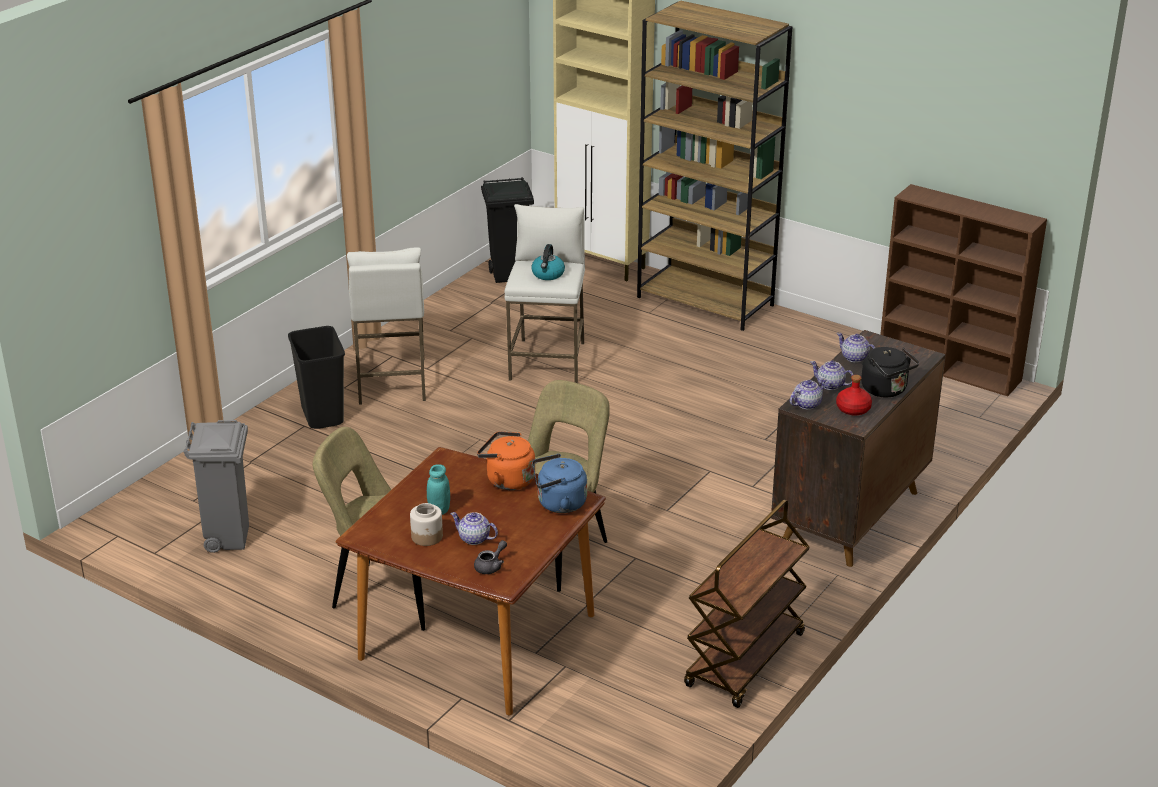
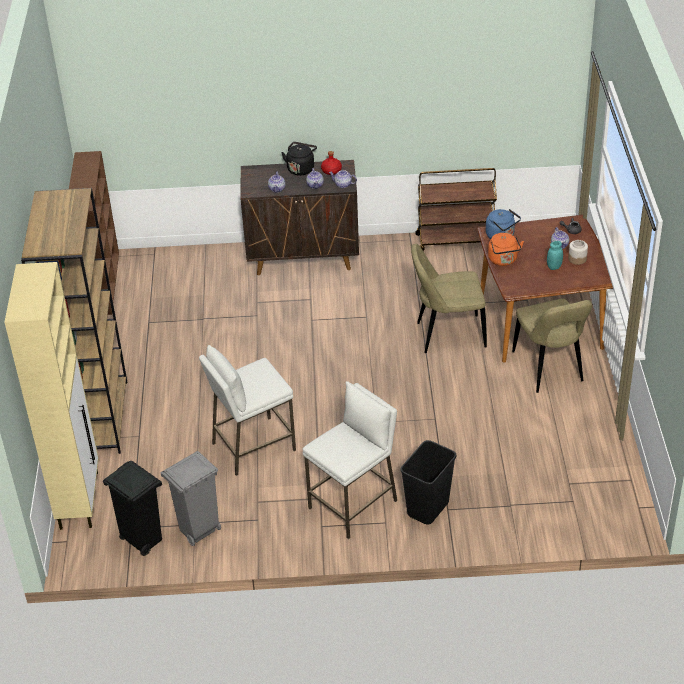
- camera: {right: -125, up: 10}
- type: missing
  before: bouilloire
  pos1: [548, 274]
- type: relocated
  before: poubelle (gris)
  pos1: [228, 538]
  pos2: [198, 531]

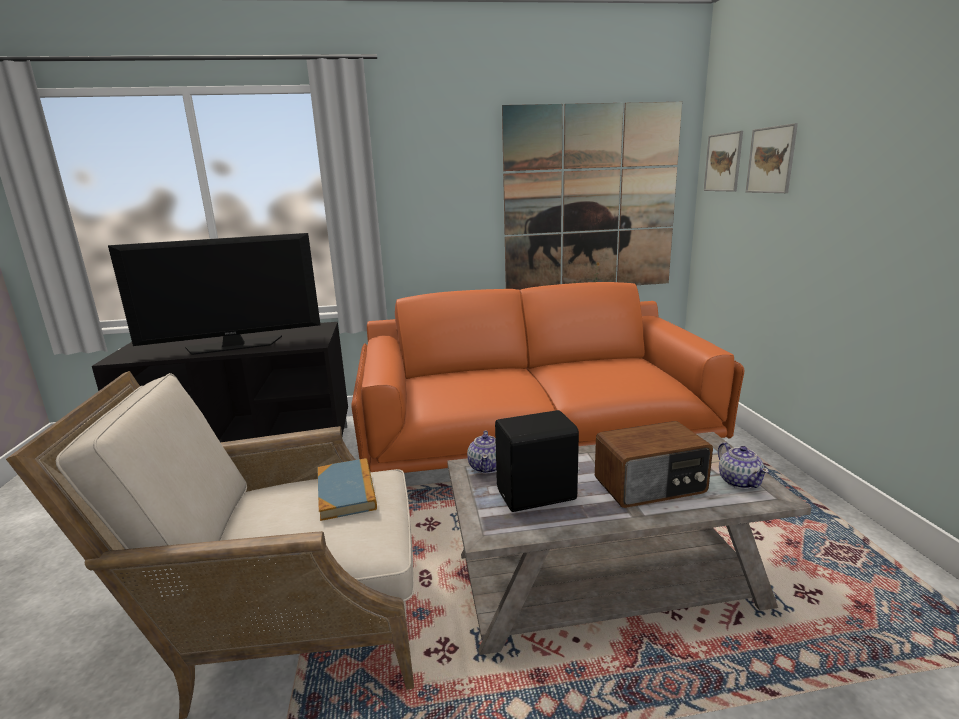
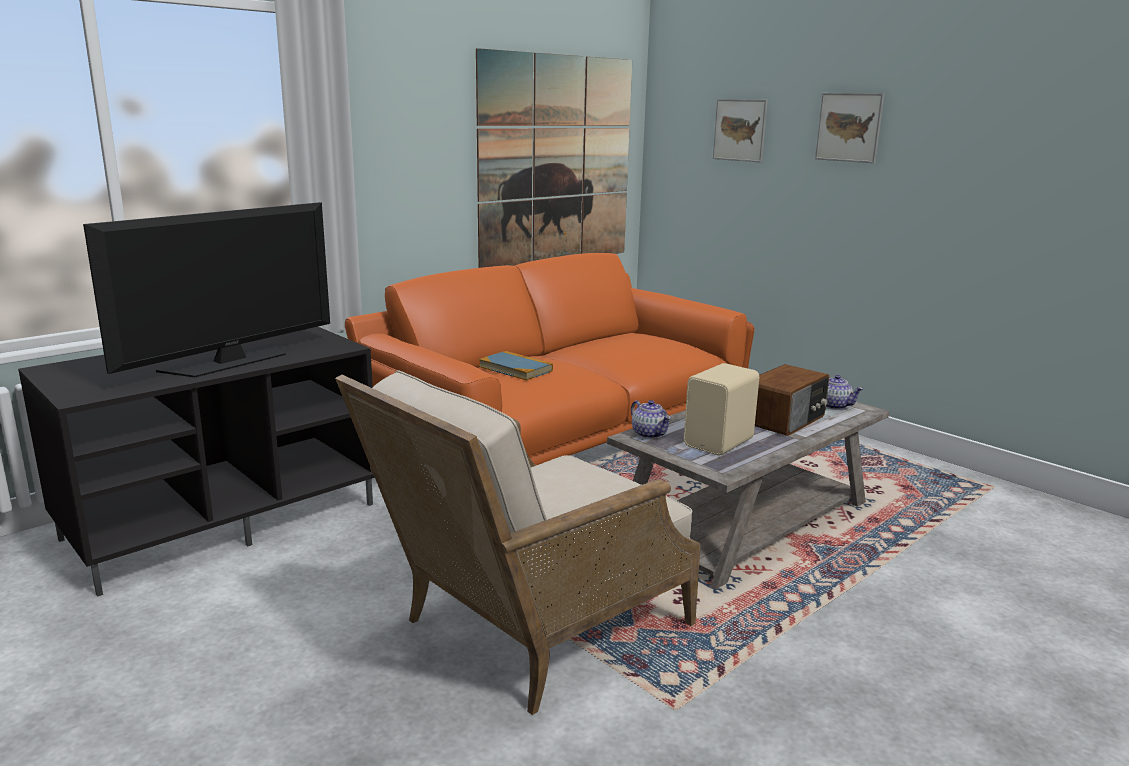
- camera: {right: -35, up: 0}
- type: relocated
  before: livre
  pos1: [346, 491]
  pos2: [515, 369]
- type: relocated
  before: tableau
  pos1: [723, 162]
  pos2: [849, 127]
- type: colour
  before: enceinte (noir)
  after: enceinte (beige)
  pos1: [538, 496]
  pos2: [721, 443]

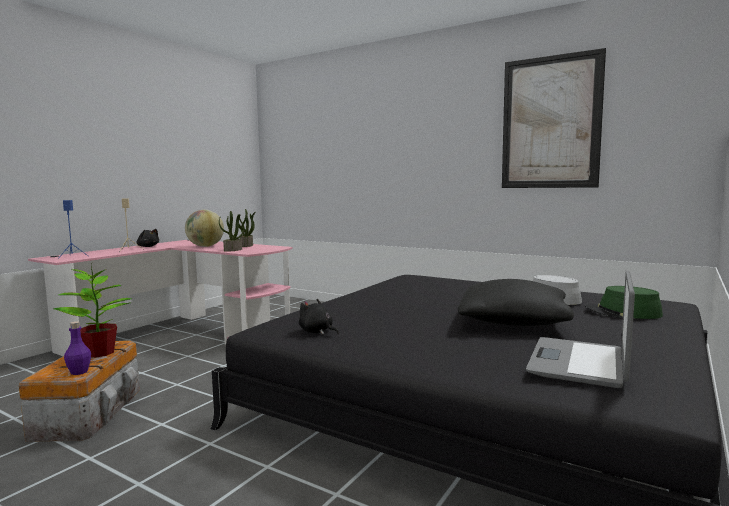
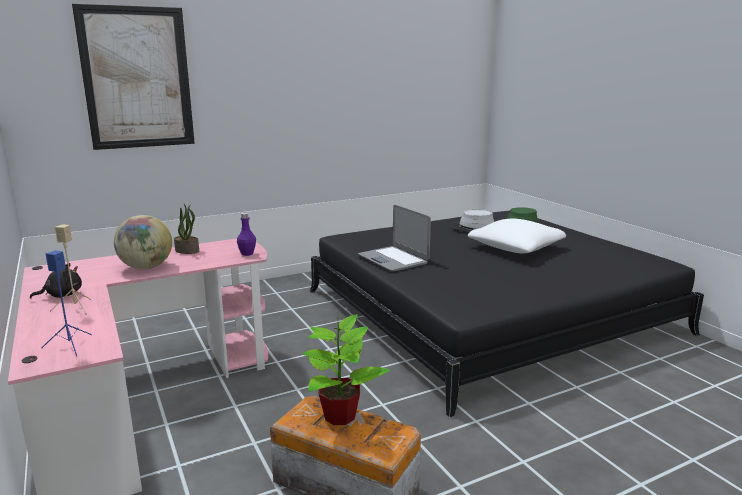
- camera: {right: -60, up: 10}
- type: missing
  before: plante en pot
  pos1: [233, 250]
- type: missing
  before: peluche (noir)
  pos1: [317, 332]
- type: relocated
  before: bouteille (violet)
  pos1: [79, 372]
  pos2: [247, 253]
- type: relocated
  before: tableau
  pos1: [550, 123]
  pos2: [137, 78]
- type: relocated
  before: ordinateur portable
  pos1: [579, 363]
  pos2: [393, 259]
- type: colour
  before: coussin (noir)
  after: coussin (blanc)
  pos1: [513, 321]
  pos2: [516, 248]

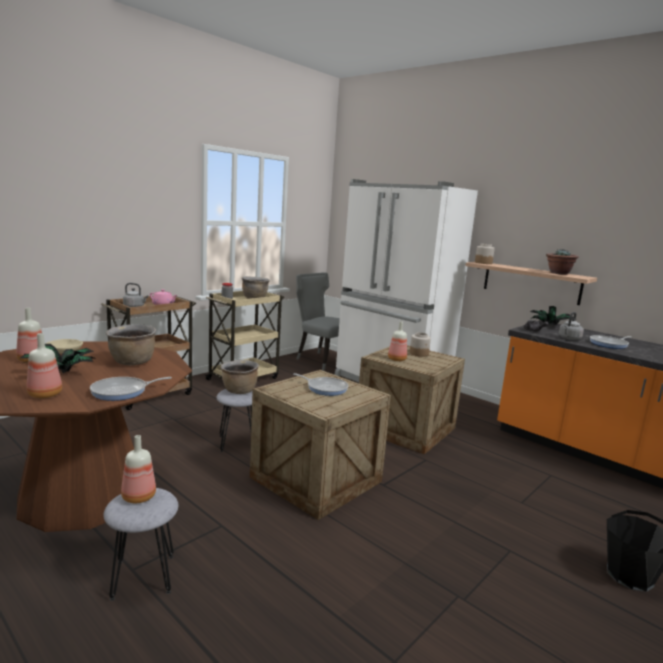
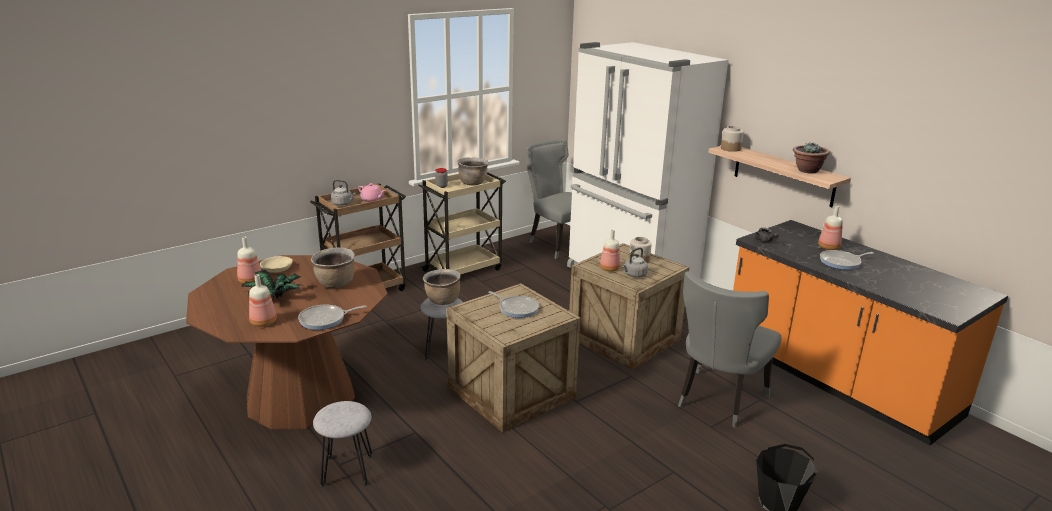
- camera: {right: 10, up: 10}
- type: missing
  before: plante en pot
  pos1: [550, 326]
- type: appeared
  after: chaise (gris)
  pos2: [718, 401]
- type: relocated
  before: bouteille
  pos1: [138, 498]
  pos2: [829, 248]
- type: relocated
  before: bouilloire (gris)
  pos1: [569, 339]
  pos2: [634, 275]

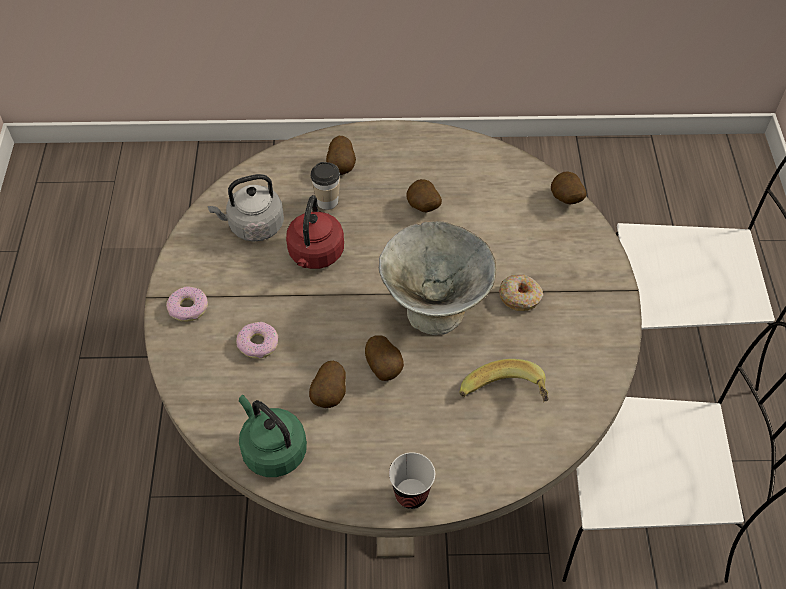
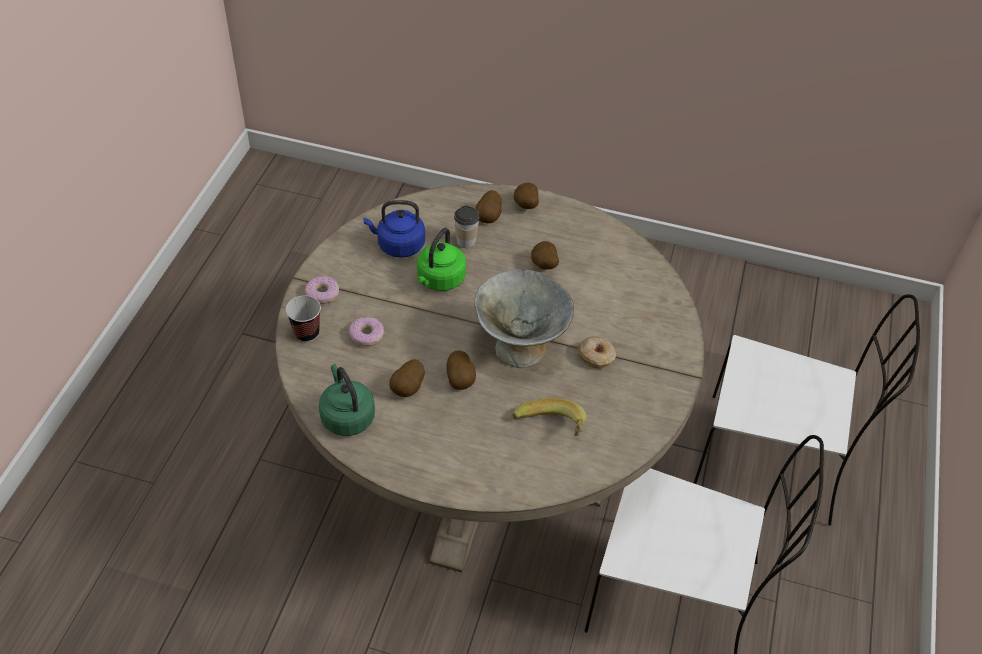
- camera: {right: 15, up: -5}
- type: relocated
  before: tasse
  pos1: [411, 494]
  pos2: [306, 333]
- type: relocated
  before: pomme de terre
  pos1: [565, 200]
  pos2: [525, 206]
- type: colour
  before: bouilloire (gris)
  after: bouilloire (bleu)
  pos1: [253, 226]
  pos2: [398, 245]
- type: colour
  before: bouilloire (rouge)
  after: bouilloire (vert)
  pos1: [315, 255]
  pos2: [439, 280]

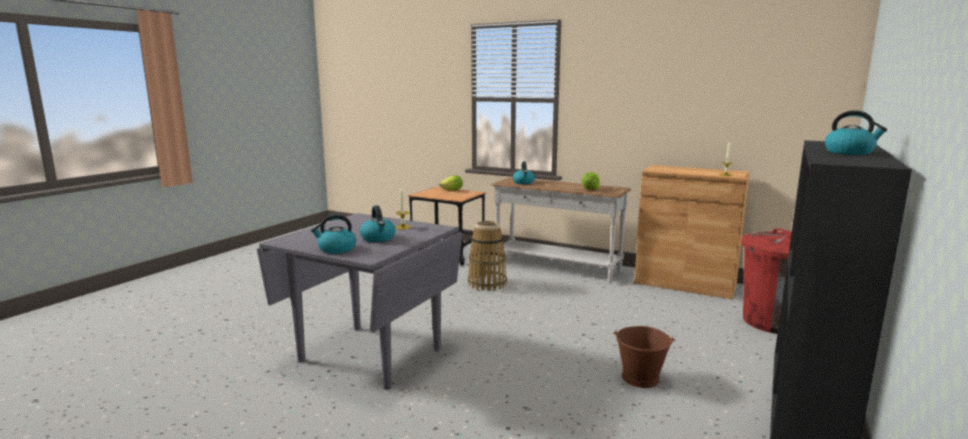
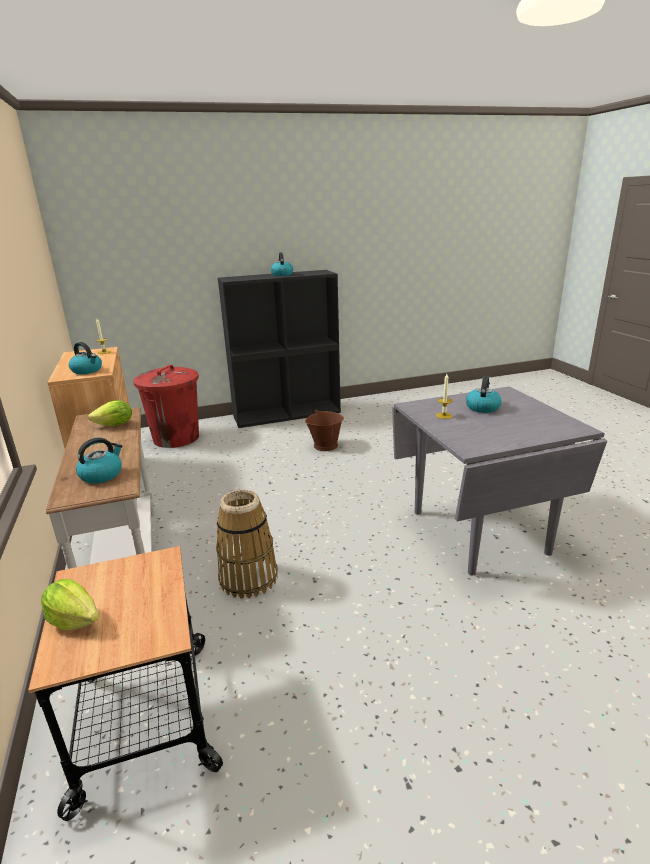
- camera: {right: -135, up: 10}
- type: relocated
  before: bouilloire
  pos1: [336, 249]
  pos2: [87, 370]

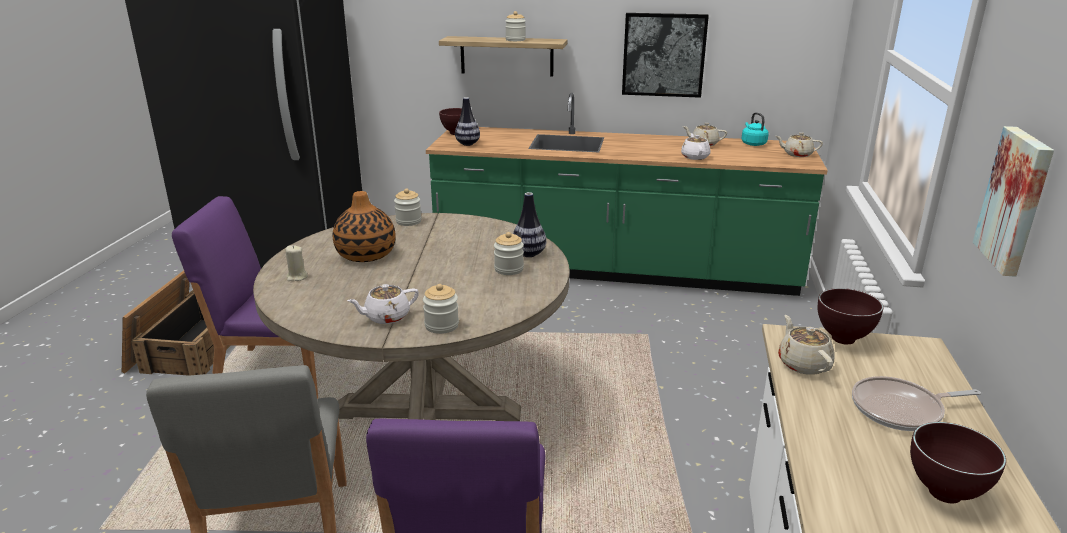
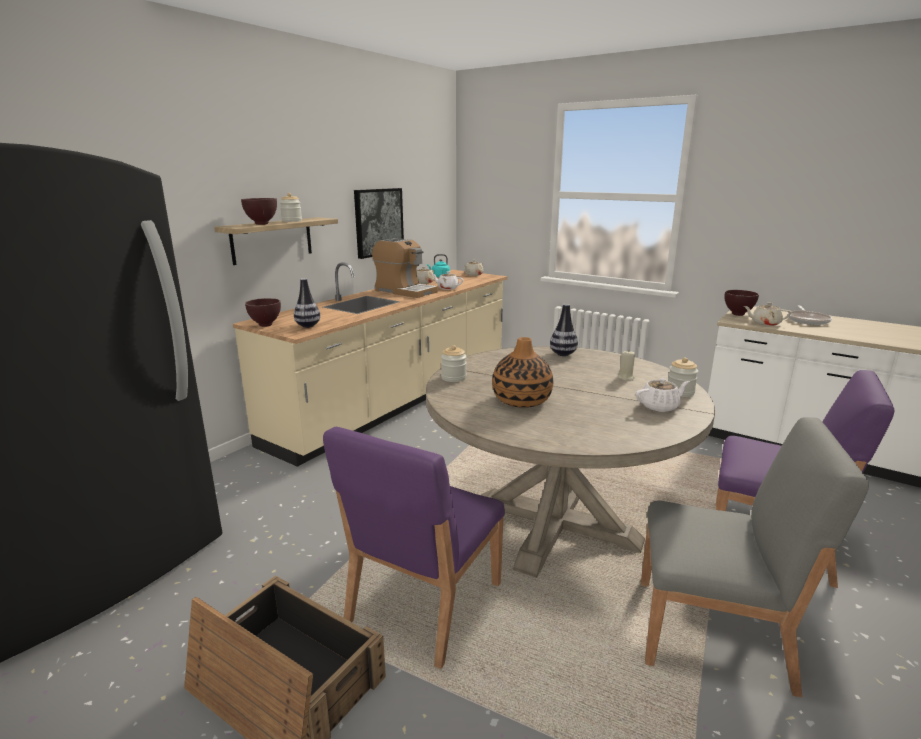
- camera: {right: -65, up: -5}
- type: missing
  before: bocal
  pos1: [509, 269]
- type: missing
  before: tableau
  pos1: [1016, 200]
- type: appeared
  after: machine à café
  pos2: [405, 291]
- type: relocated
  before: bougie (beige)
  pos1: [297, 277]
  pos2: [626, 377]
- type: relocated
  before: bol (marron)
  pos1: [946, 495]
  pos2: [262, 224]
- type: colour
  before: comptoir de cuisine (vert)
  after: comptoir de cuisine (beige)
  pos1: [615, 270]
  pos2: [398, 400]
- type: spun
  before: théière (blanc)
  pos1: [386, 317]
  pos2: [660, 407]
  turn: -105

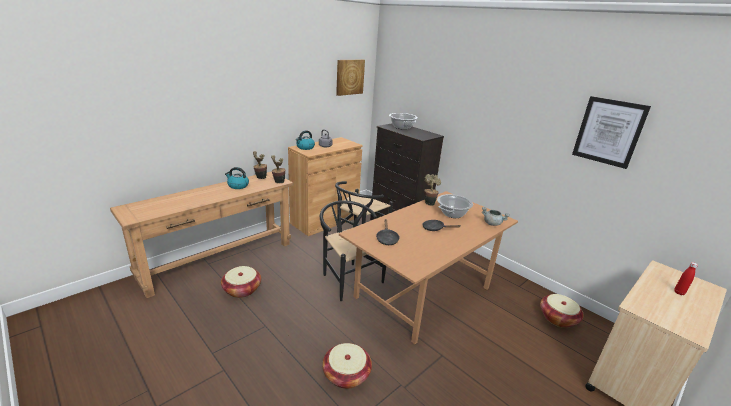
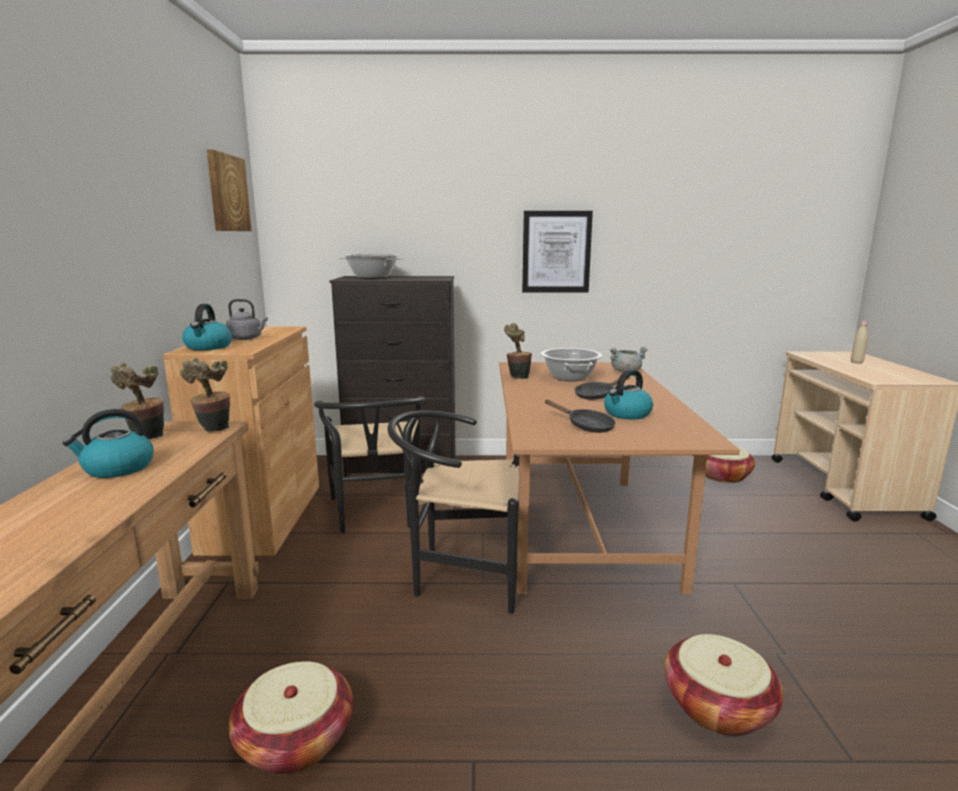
- camera: {right: -45, up: -10}
- type: appeared
  after: bouilloire
  pos2: [627, 414]
- type: relocated
  before: tableau
  pos1: [608, 132]
  pos2: [556, 252]
- type: colour
  before: bouteille (rouge)
  after: bouteille (beige)
  pos1: [679, 292]
  pos2: [856, 362]

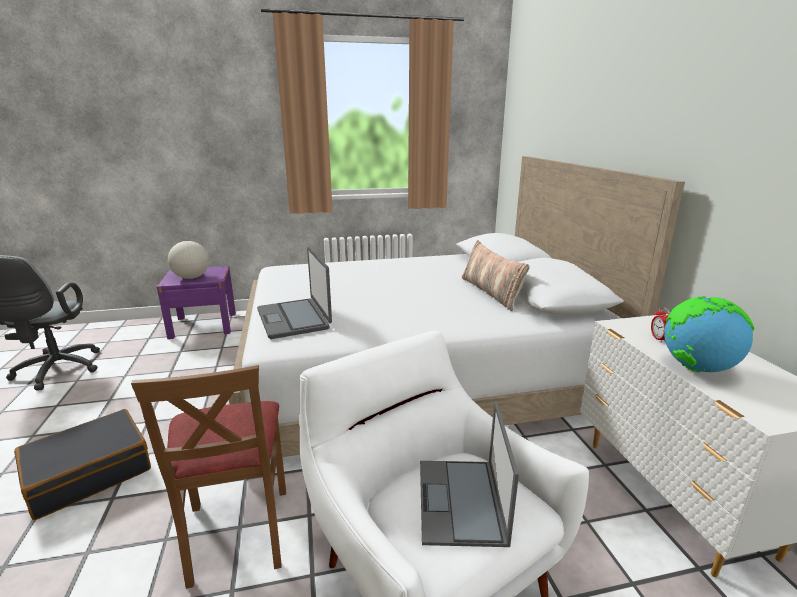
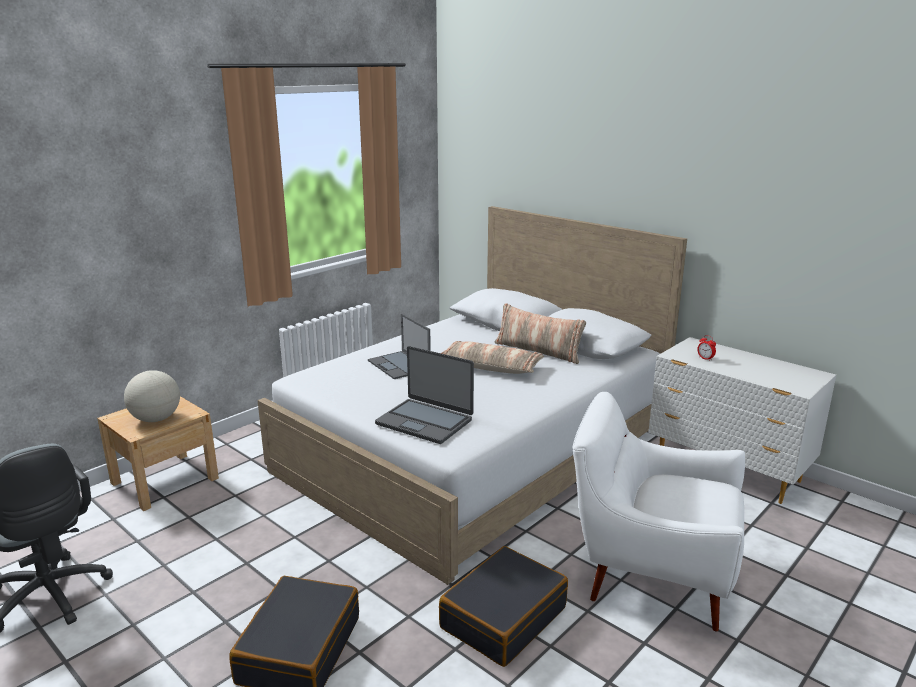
- camera: {right: -35, up: 0}
- type: missing
  before: globe
  pos1: [696, 368]
- type: appeared
  after: coussin
  pos2: [490, 367]
- type: relocated
  before: ordinateur portable
  pos1: [461, 502]
  pos2: [399, 365]
- type: exchanged
  before: chaise (marron)
  after: valise (noir)
  pos1: [237, 533]
  pos2: [503, 617]
- type: colour
  before: table de chevet (violet)
  after: table de chevet (beige)
  pos1: [203, 325]
  pos2: [165, 480]

